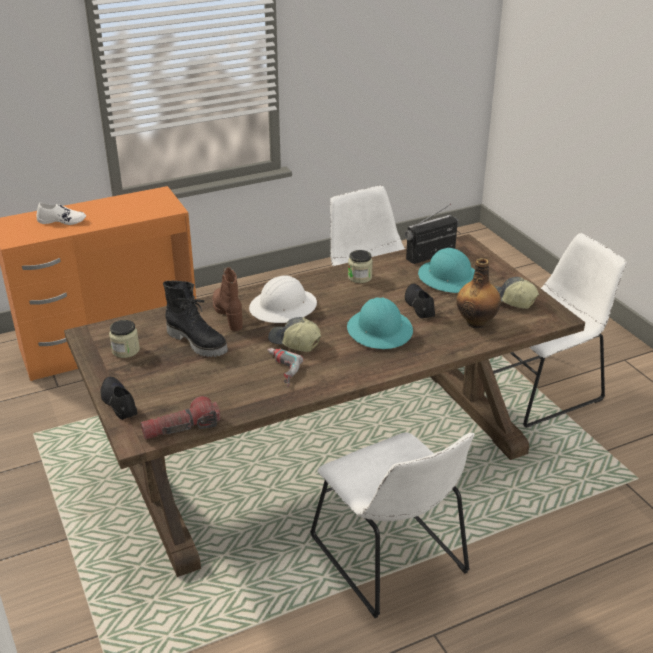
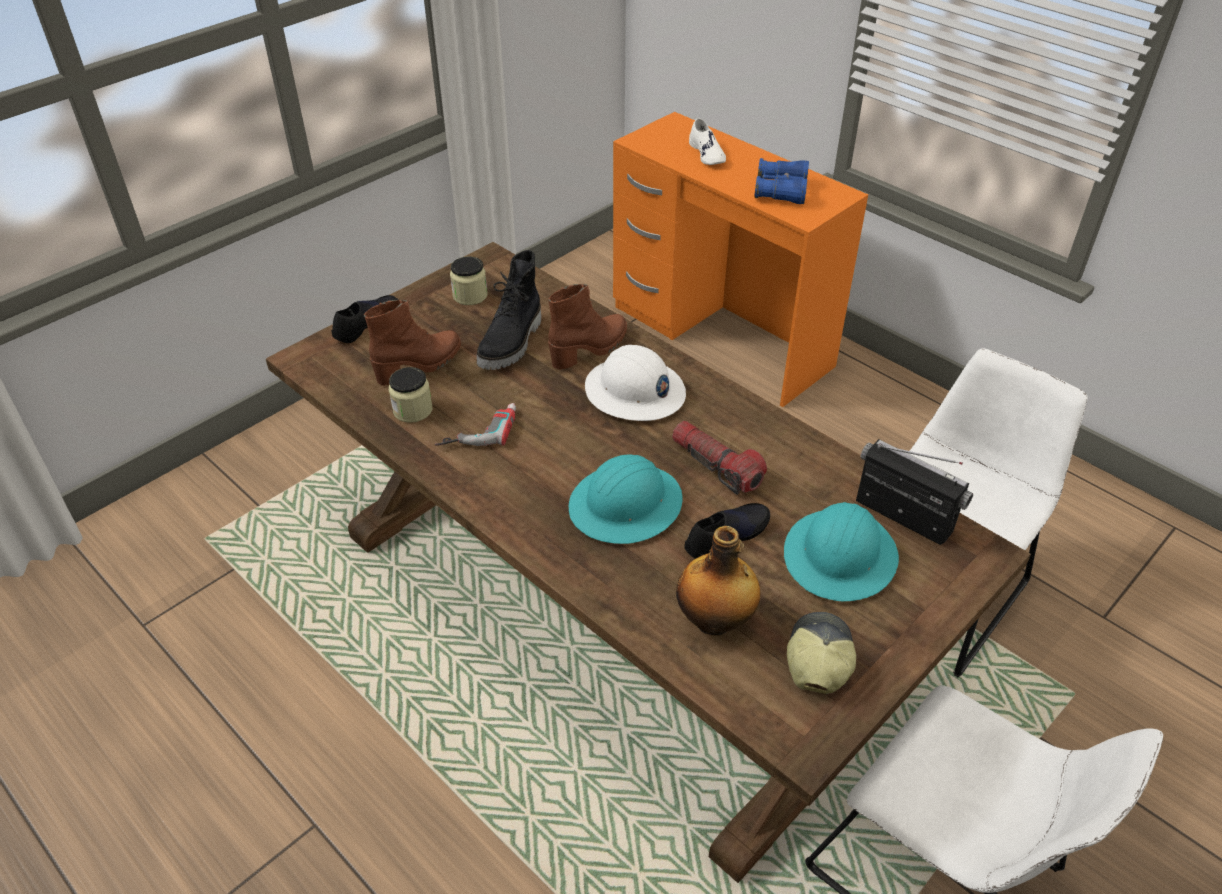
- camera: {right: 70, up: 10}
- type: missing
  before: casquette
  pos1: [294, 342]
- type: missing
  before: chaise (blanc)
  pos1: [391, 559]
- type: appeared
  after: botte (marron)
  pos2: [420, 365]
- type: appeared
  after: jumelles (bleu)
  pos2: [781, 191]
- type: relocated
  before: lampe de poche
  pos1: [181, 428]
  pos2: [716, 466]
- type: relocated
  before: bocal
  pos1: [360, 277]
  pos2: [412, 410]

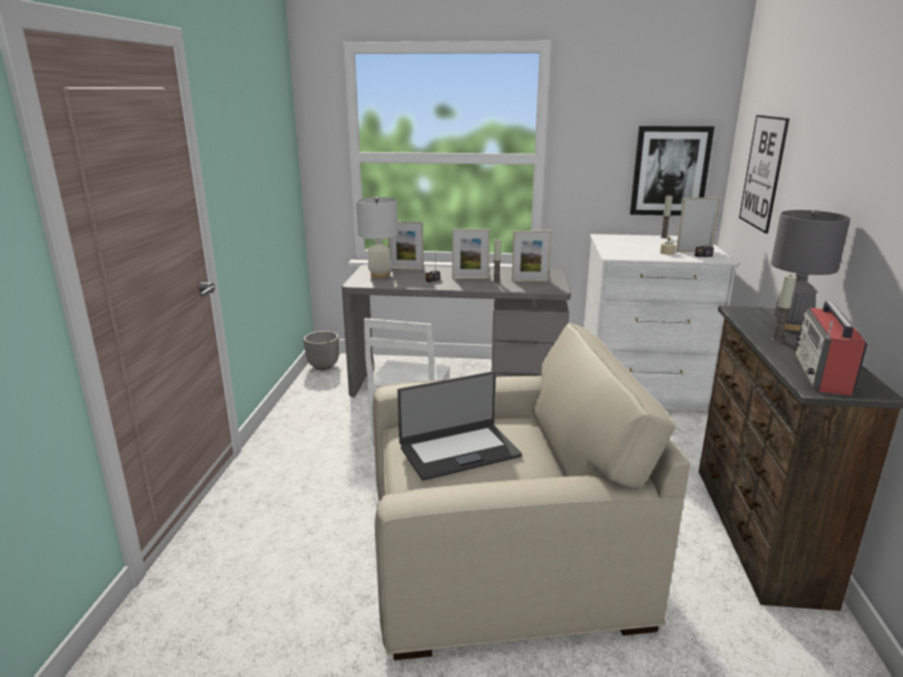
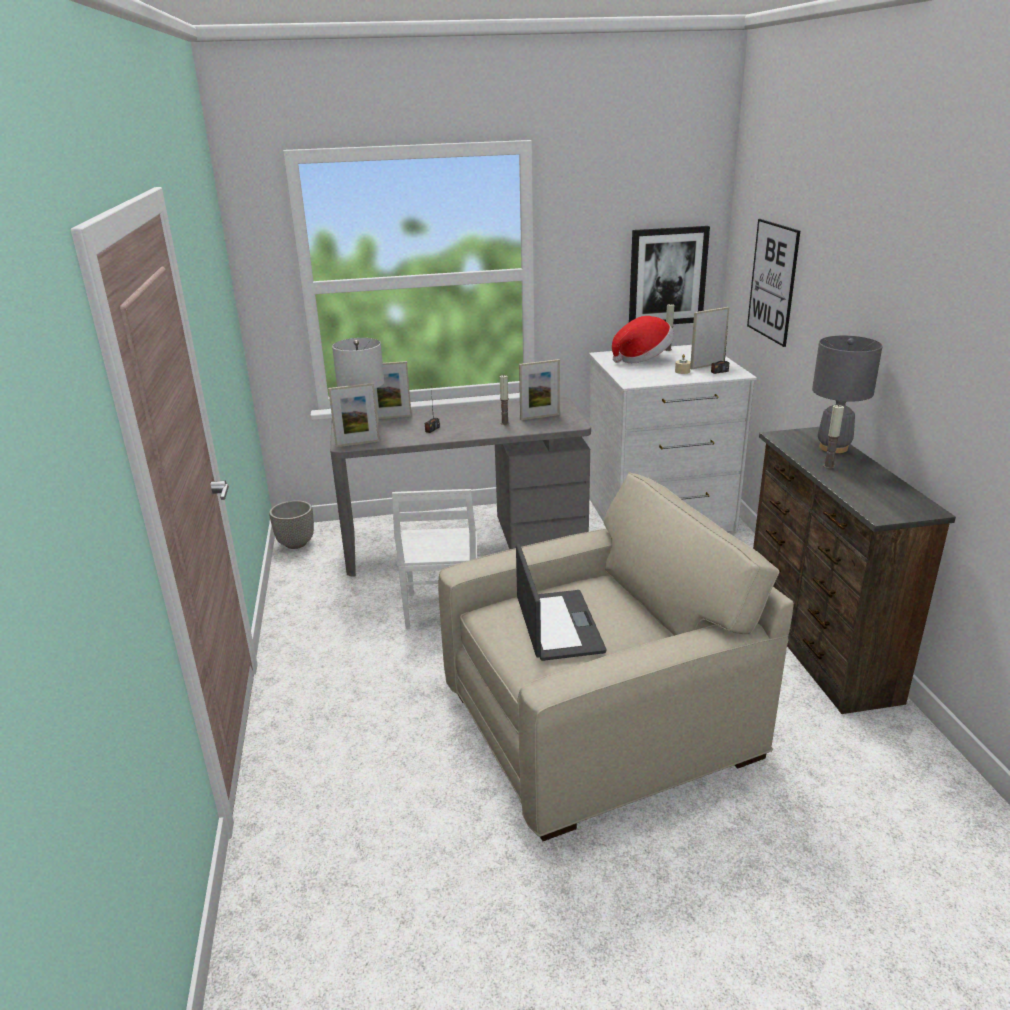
- camera: {right: -15, up: 5}
- type: missing
  before: radio
  pos1: [822, 374]
- type: appeared
  after: chapeau
  pos2: [643, 358]
- type: relocated
  before: cadre photo
  pos1: [470, 278]
  pos2: [357, 443]
- type: spun
  before: ordinateur portable
  pos1: [459, 451]
  pos2: [557, 625]
  turn: -60

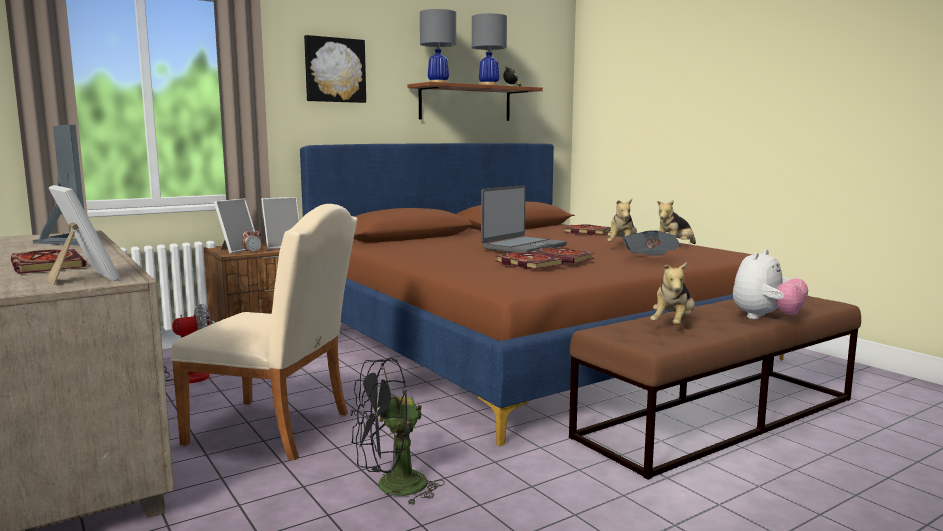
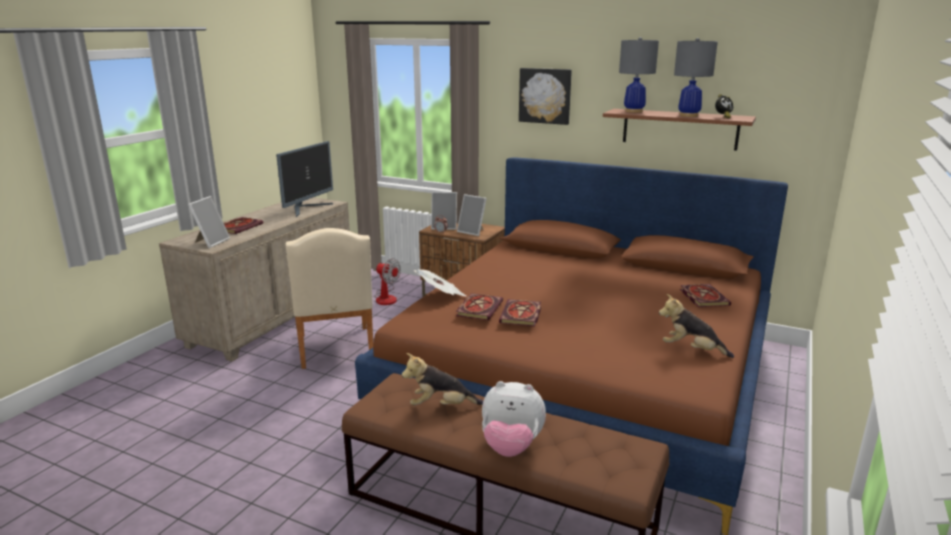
- camera: {right: 60, up: 10}
- type: missing
  before: ventilateur (noir)
  pos1: [392, 488]
- type: missing
  before: ordinateur portable
  pos1: [523, 247]
- type: missing
  before: peluche
  pos1: [622, 246]
- type: relocated
  before: journal
  pos1: [650, 259]
  pos2: [441, 295]

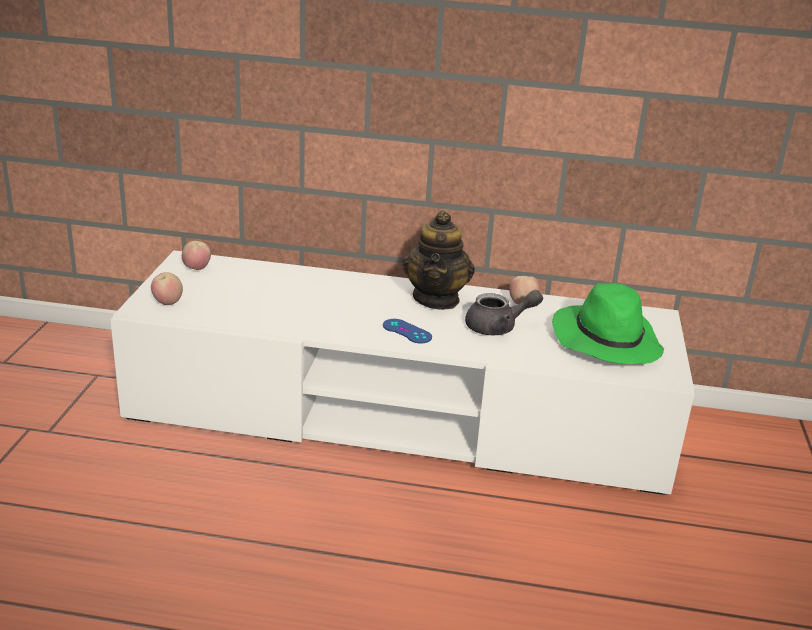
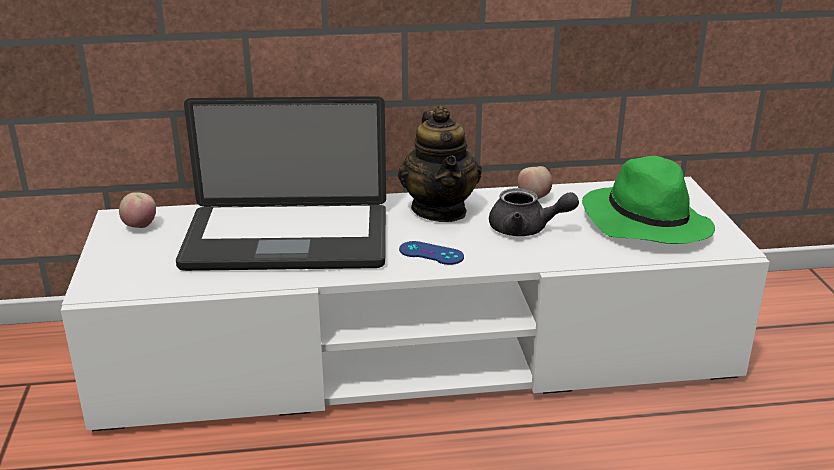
- camera: {right: -15, up: 0}
- type: missing
  before: pomme
  pos1: [167, 303]
- type: appeared
  after: ordinateur portable
  pos2: [287, 240]
- type: spun
  before: théière (gris)
  pos1: [498, 327]
  pos2: [526, 229]
  turn: 45

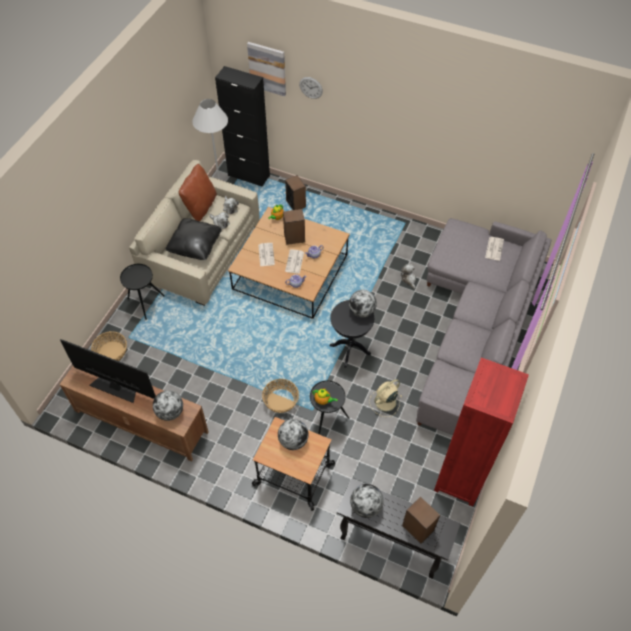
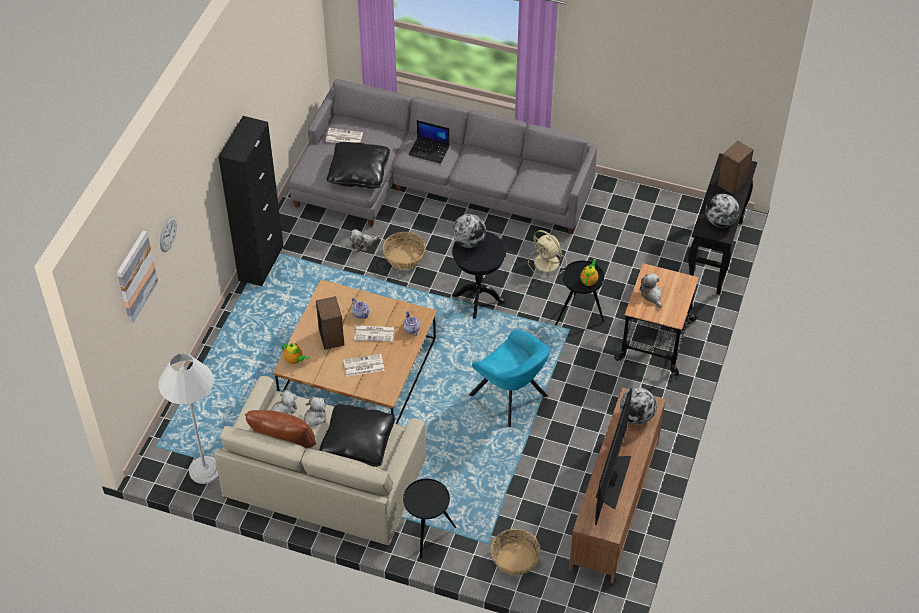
- camera: {right: -95, up: -5}
- type: missing
  before: enceinte
  pos1: [296, 204]
- type: missing
  before: bibliothèque (rouge)
  pos1: [460, 477]
- type: appeared
  after: coussin (noir)
  pos2: [359, 173]
- type: appeared
  after: ordinateur portable
  pos2: [429, 150]
- type: appeared
  after: fauteuil (turquoise)
  pos2: [511, 398]
- type: relocated
  before: meuble de rangement (noir)
  pos1: [249, 175]
  pos2: [261, 263]
- type: relocated
  before: panier
  pos1: [281, 400]
  pos2: [404, 257]
- type: exchanged
  before: globe
  after: peluche
  pos1: [293, 441]
  pos2: [651, 295]

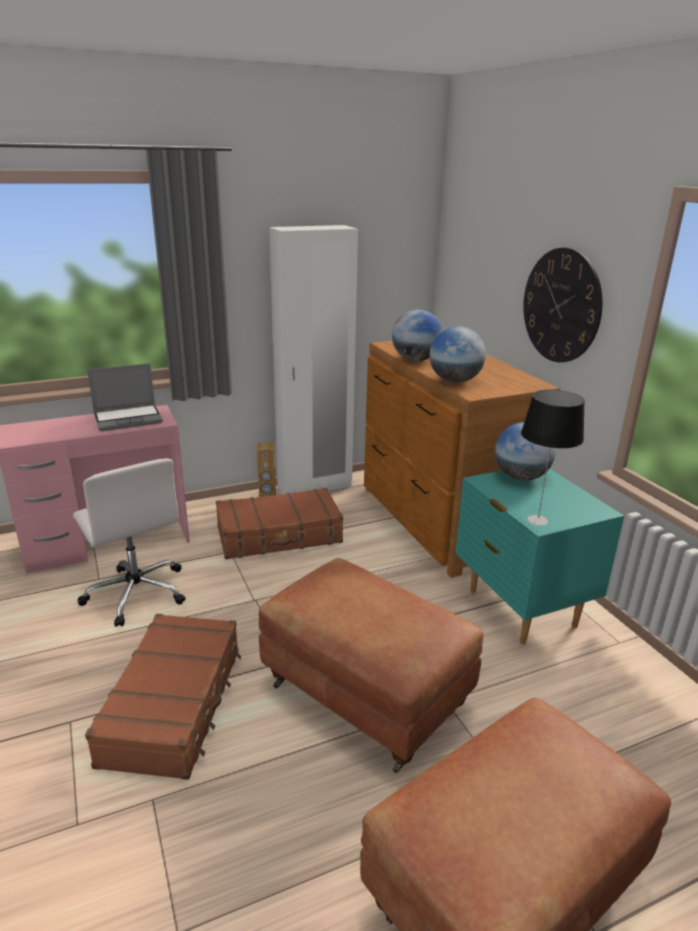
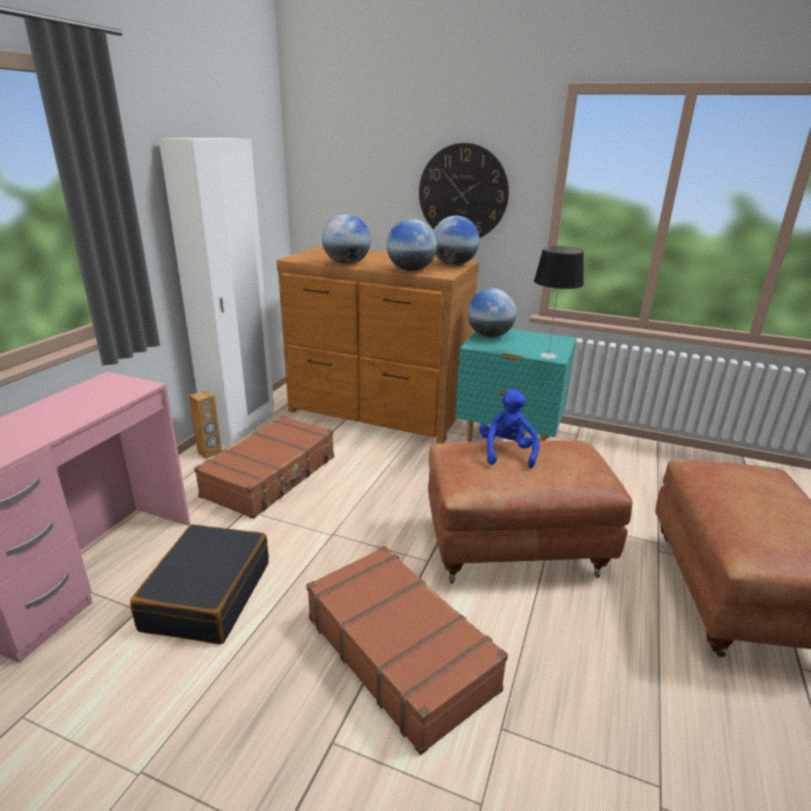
- camera: {right: -45, up: 0}
- type: missing
  before: ordinateur portable
  pos1: [129, 419]
- type: appeared
  after: globe
  pos2: [453, 265]
- type: appeared
  after: peluche (bleu)
  pos2: [507, 452]
- type: exchanged
  before: chaise de bureau (blanc)
  after: valise (noir)
  pos1: [136, 592]
  pos2: [207, 595]

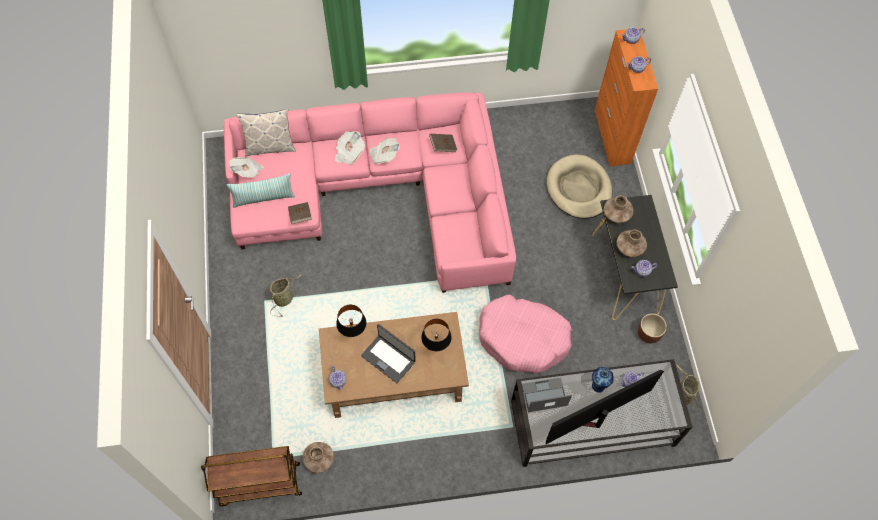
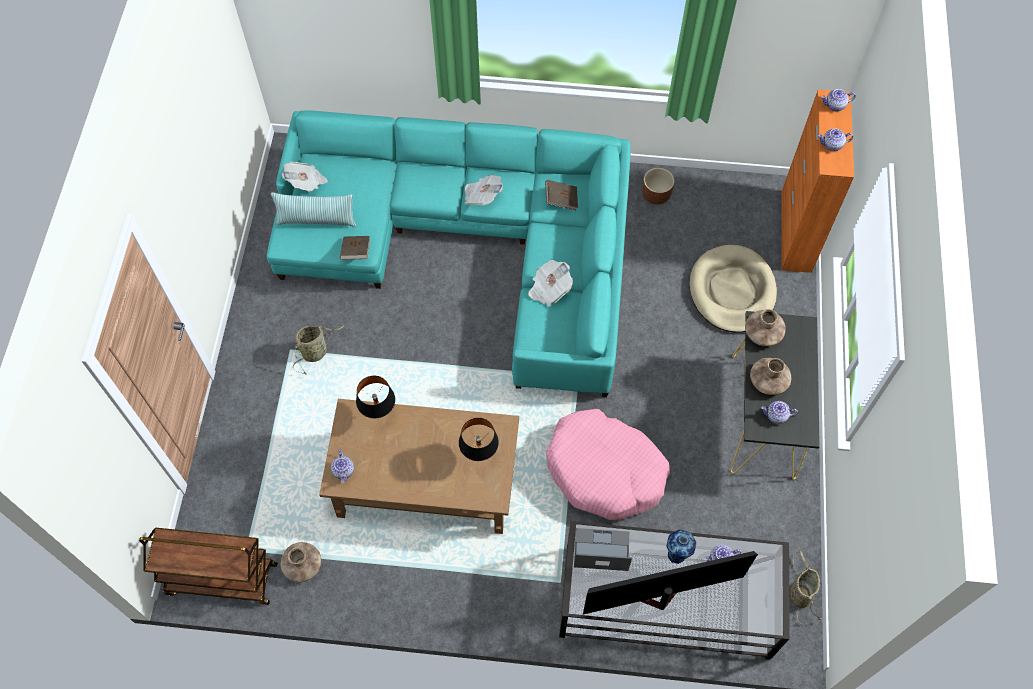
- camera: {right: 15, up: 0}
- type: missing
  before: coussin
  pos1: [270, 147]
- type: missing
  before: ordinateur portable
  pos1: [388, 358]
- type: relocated
  before: journal
  pos1: [349, 153]
  pos2: [549, 289]
- type: relocated
  before: cache-pot (marron)
  pos1: [648, 333]
  pos2: [656, 195]
- type: colour
  before: canapé (rose)
  after: canapé (turquoise)
  pos1: [379, 193]
  pos2: [470, 243]

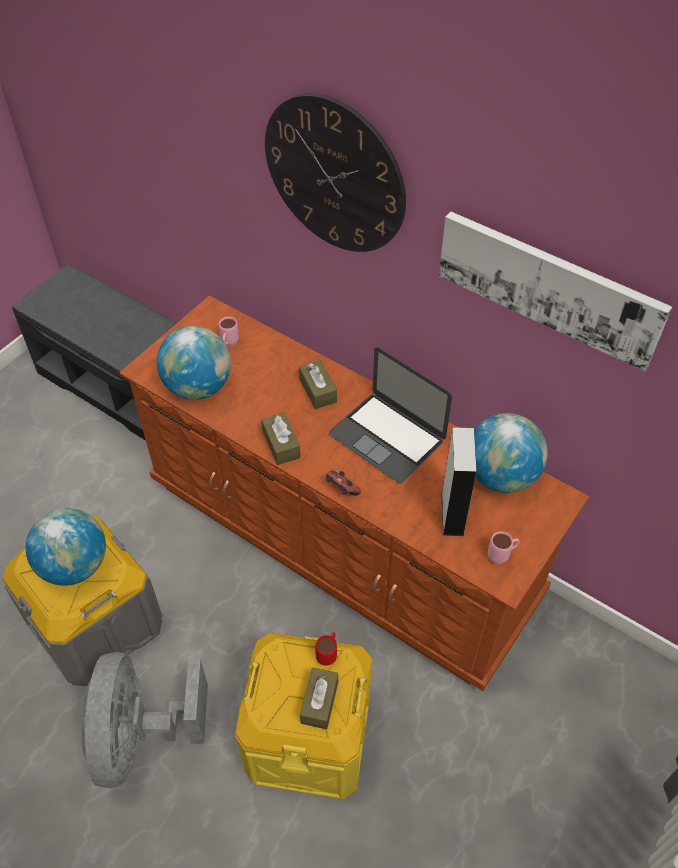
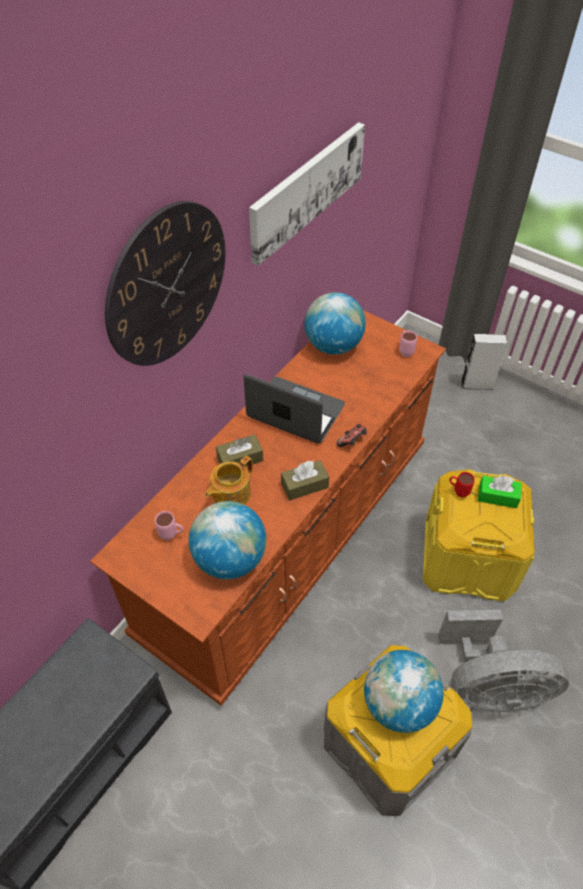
- camera: {right: -90, up: 0}
- type: appeared
  after: théière
  pos2: [230, 494]
- type: relocated
  before: enceinte (gris)
  pos1: [452, 513]
  pos2: [476, 384]
- type: colour
  before: boîte à mouchoirs (marron)
  after: boîte à mouchoirs (vert)
  pos1: [319, 702]
  pos2: [497, 496]
- type: spun
  before: ordinateur portable
  pos1: [387, 437]
  pos2: [295, 411]
  turn: -105

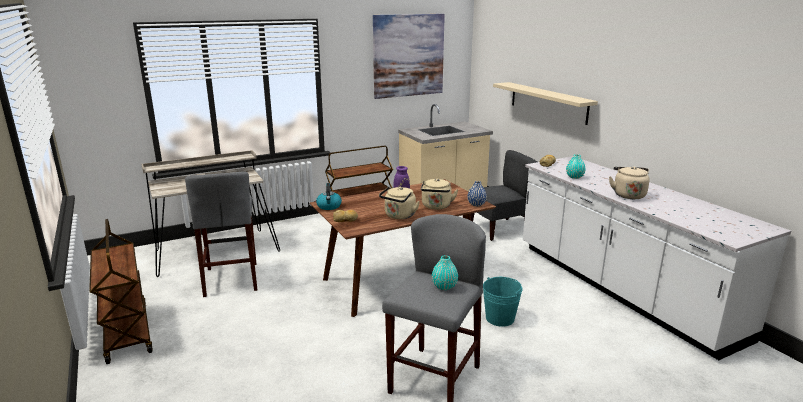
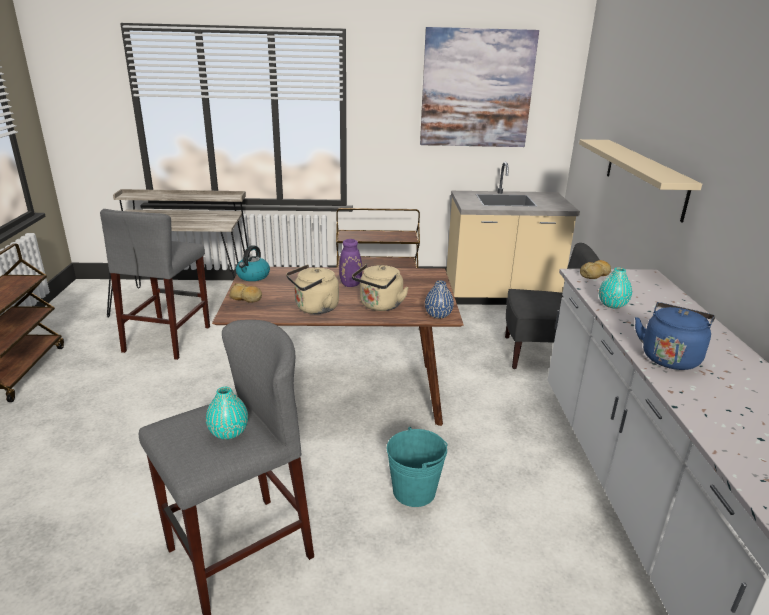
- camera: {right: 25, up: 5}
- type: colour
  before: bouilloire (beige)
  after: bouilloire (bleu)
  pos1: [628, 195]
  pos2: [670, 357]

